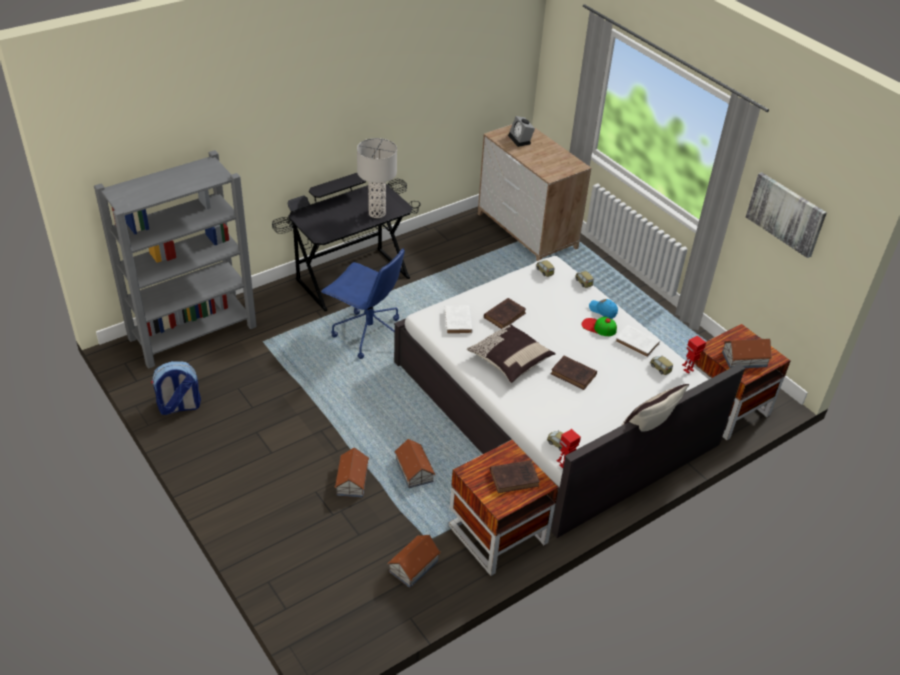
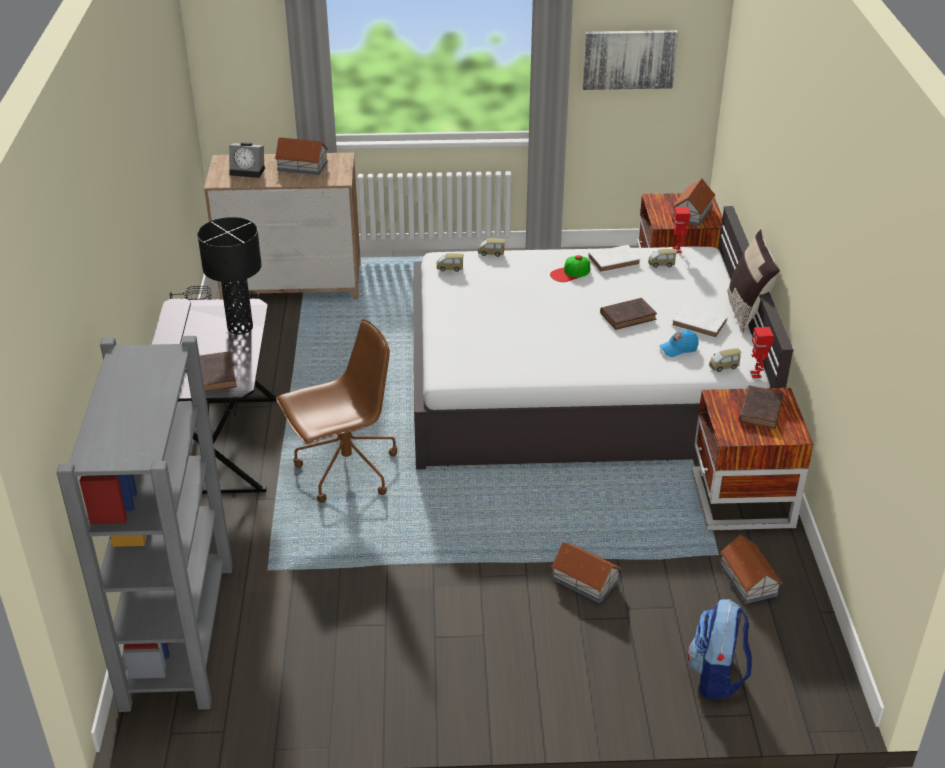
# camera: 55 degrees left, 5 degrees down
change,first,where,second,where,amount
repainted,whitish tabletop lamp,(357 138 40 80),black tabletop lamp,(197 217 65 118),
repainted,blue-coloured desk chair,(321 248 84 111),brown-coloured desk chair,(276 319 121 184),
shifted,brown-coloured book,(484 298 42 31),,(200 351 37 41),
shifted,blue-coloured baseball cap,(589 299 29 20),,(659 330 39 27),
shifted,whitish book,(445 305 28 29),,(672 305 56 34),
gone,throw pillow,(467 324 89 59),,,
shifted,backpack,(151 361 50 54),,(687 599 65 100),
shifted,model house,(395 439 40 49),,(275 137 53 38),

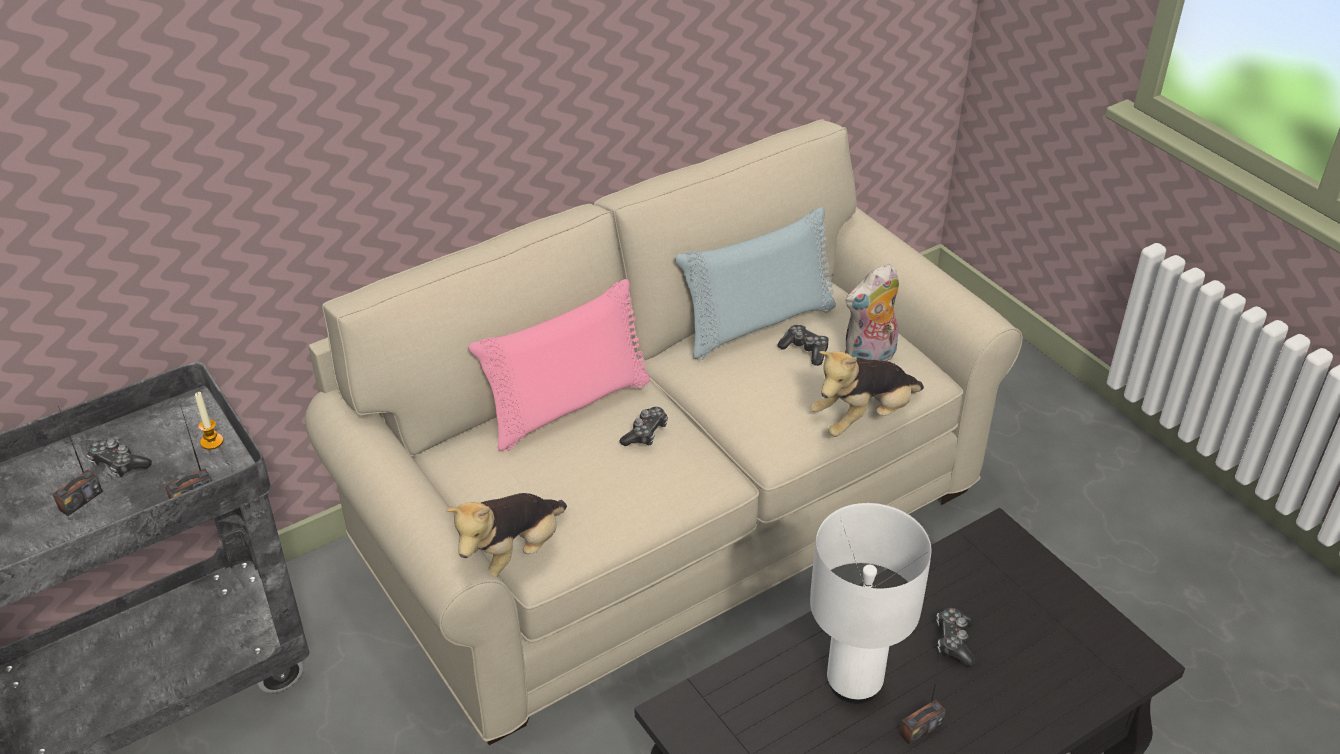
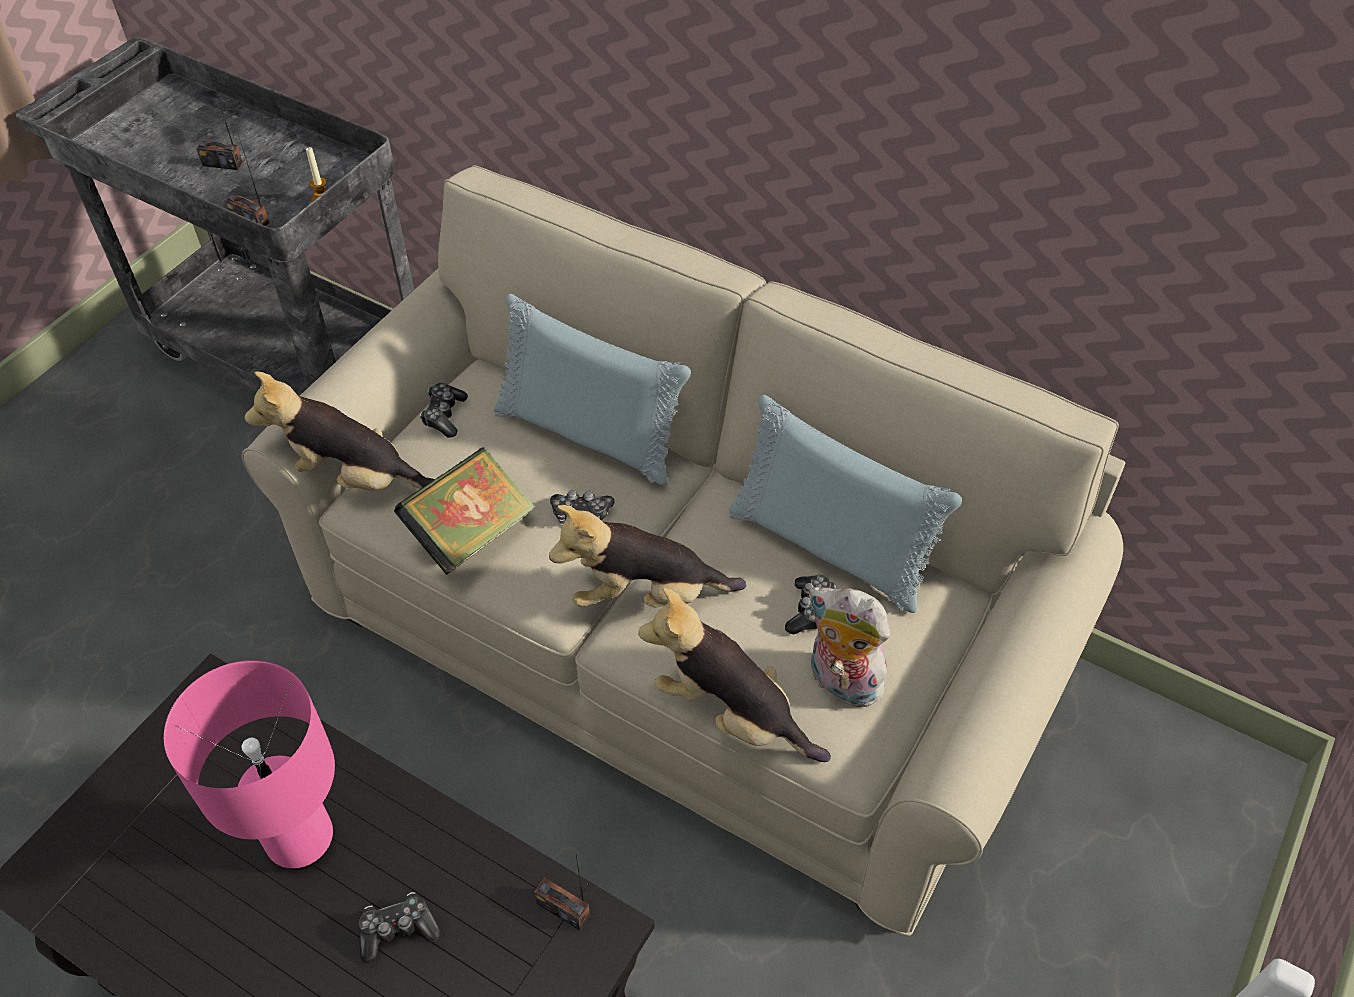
# camera: 65 degrees right, 10 degrees up
change,first,where,second,where,amount
repainted,pink-coloured throw pillow,(469 279 181 173),blue-coloured throw pillow,(493 294 198 191),
shifted,joypad,(87 439 65 39),,(420 383 48 55),
repainted,whitish tabletop lamp,(810 503 122 201),pink-coloured tabletop lamp,(164 660 171 210),
shifted,radio receiver,(899 642 47 103),,(534 856 56 74),
new,,,book,(394 447 141 128),
new,,,plush toy,(549 505 197 103),

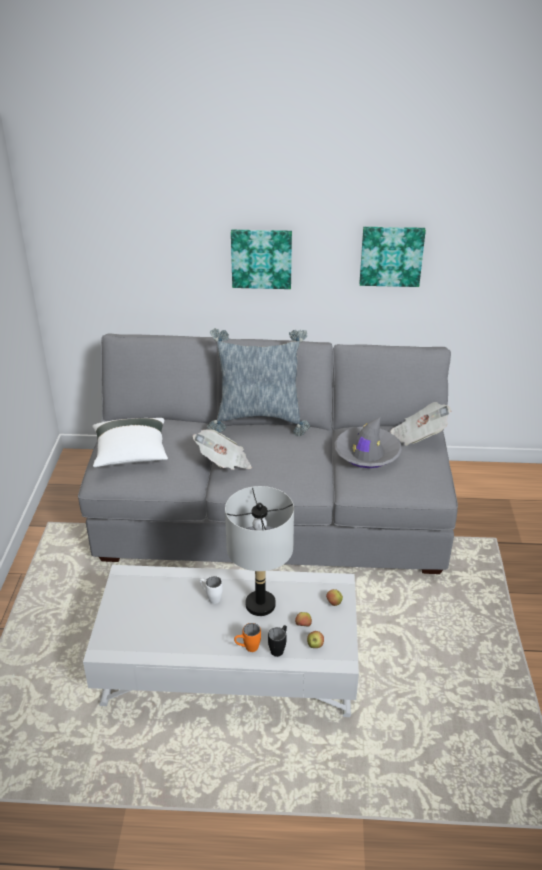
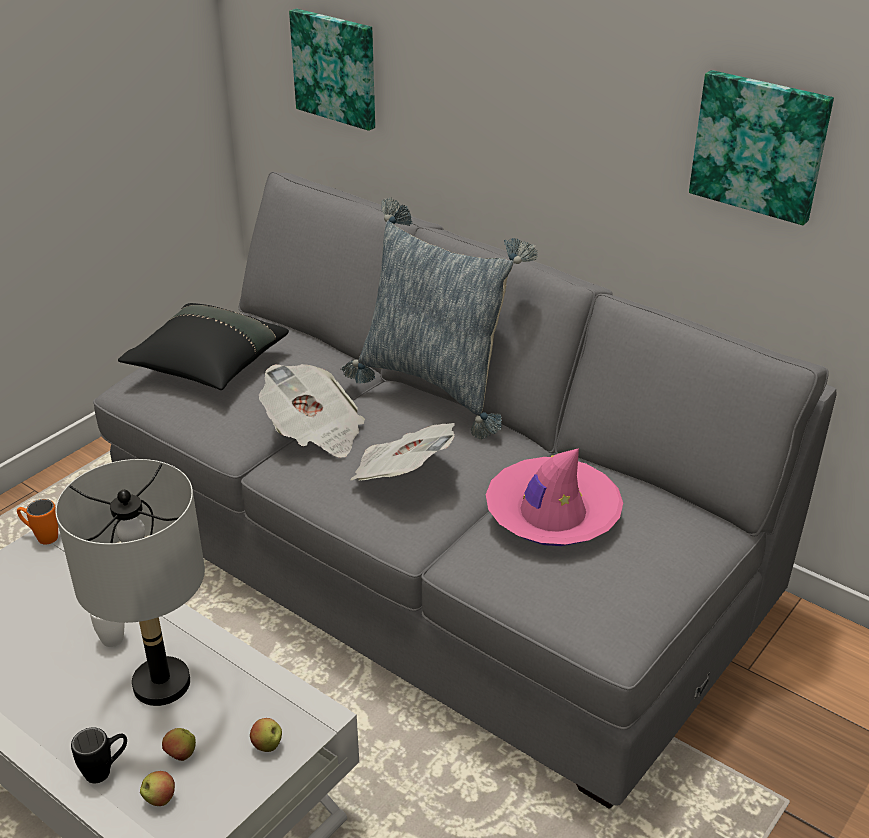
# camera: 35 degrees right, 0 degrees up
change,first,where,second,where,amount
shifted,wall art,(231 230 61 59),,(289 8 86 123),
shifted,daily paper,(390 402 61 44),,(351 423 104 58),
repainted,gray hat,(334 416 68 52),pink-coloured hat,(486 448 137 98),
repainted,whitish throw pillow,(92 418 76 49),black throw pillow,(118 303 171 87),
shifted,orange tea mug,(234 623 27 29),,(17 499 41 46),

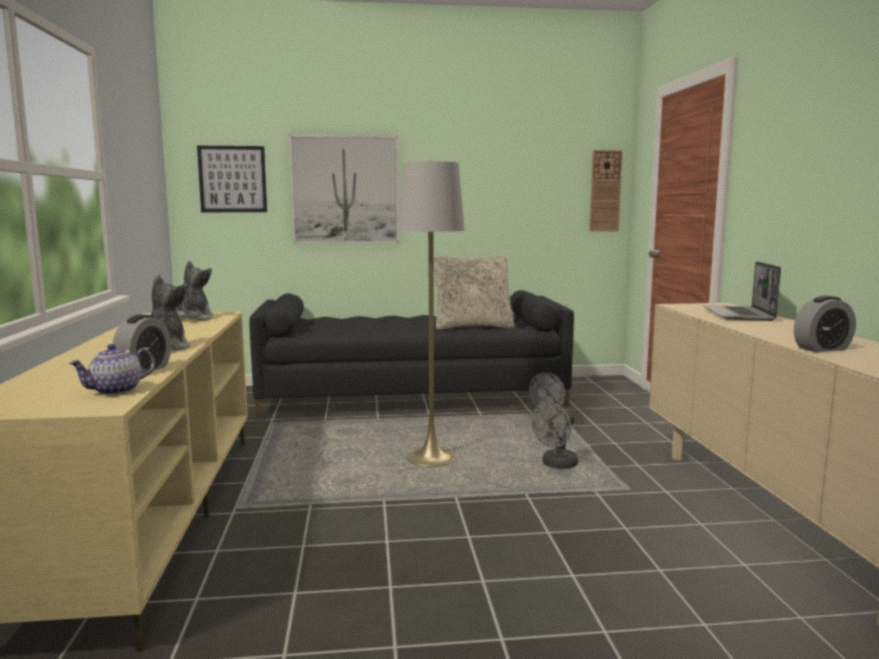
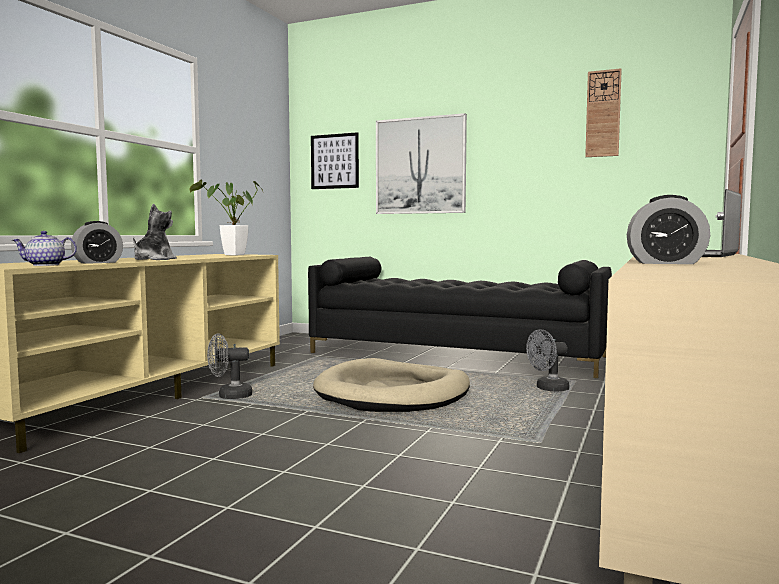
# camera: 30 degrees right, 5 degrees down
change,first,where,second,where,amount
shifted,hanging clock,(590 150 33 82),,(585 68 37 89),
swapped,gray standard lamp,(397 161 68 306),beige dog bed,(313 358 157 54),
gone,beige throw pillow,(434 256 81 73),,,
swapped,plush toy,(176 260 37 61),houseplant,(190 180 73 75),
shifted,gray electric fan,(531 402 47 67),,(207 333 45 66),

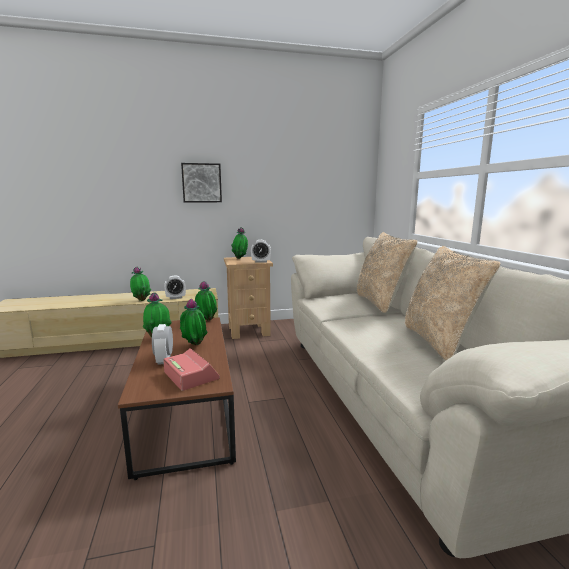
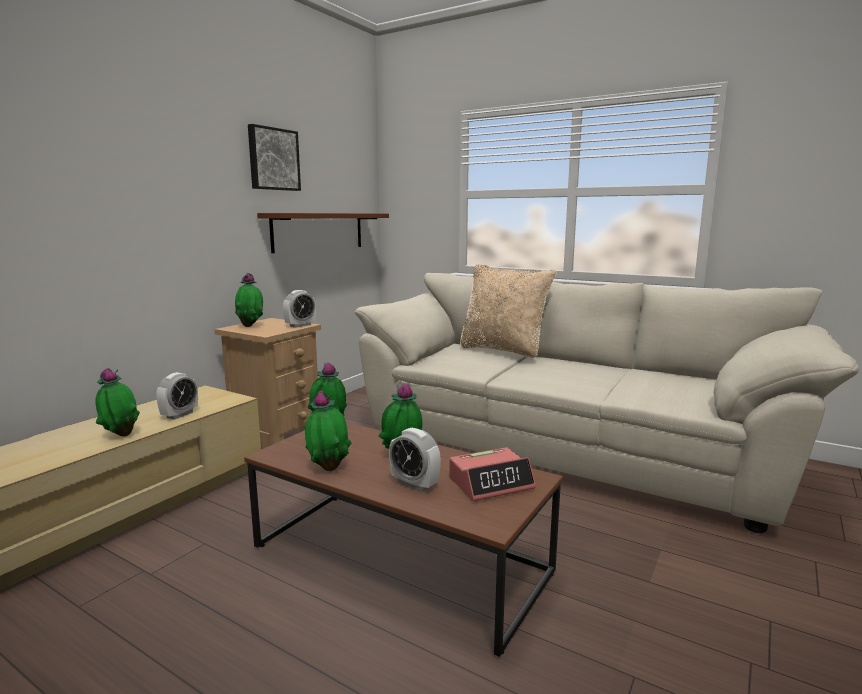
# camera: 45 degrees left, 0 degrees up
change,first,where,second,where,amount
shifted,wall art,(181 163 41 39),,(248 124 53 67),
gone,beige throw pillow,(405 246 96 115),,,
rotated,table clock,(163 348 57 43),,(449 447 87 54),150 degrees clockwise
new,,,brown-coloured bracket shelf,(257 213 132 40),

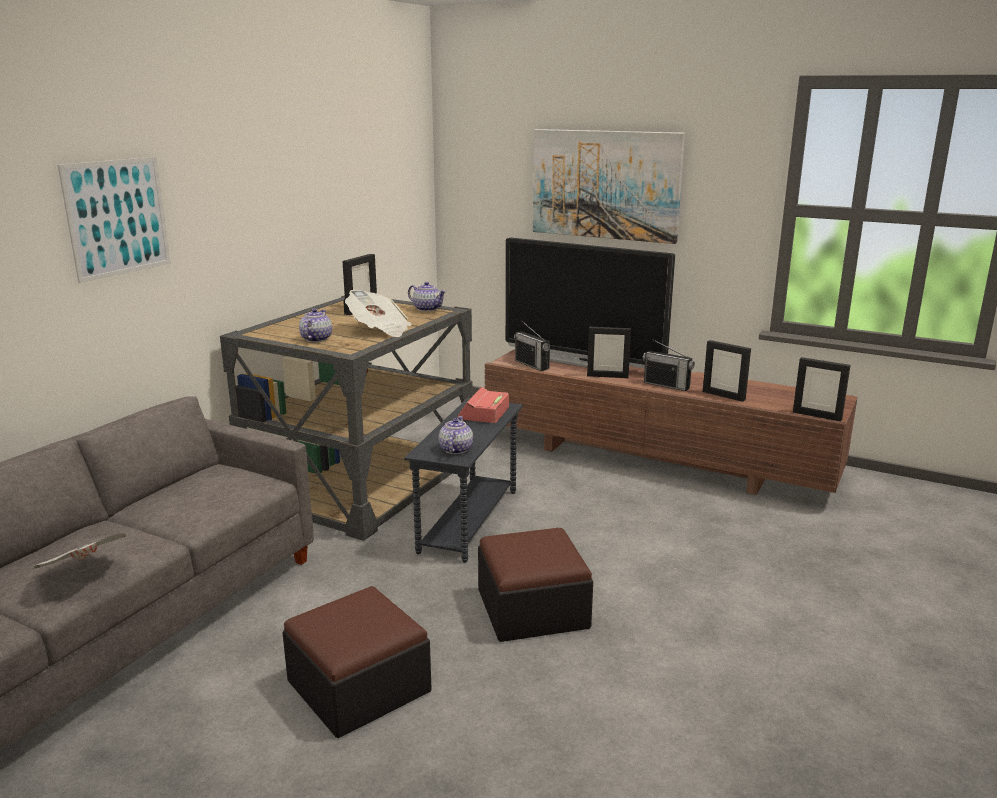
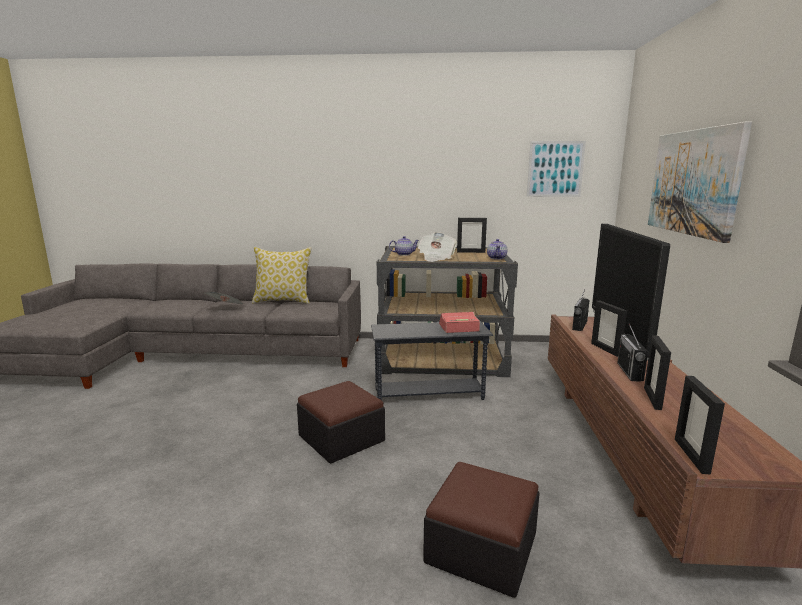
# camera: 65 degrees right, 5 degrees down
change,first,where,second,where,amount
shifted,wall art,(58 157 113 126),,(527 141 59 56),
gone,teapot,(439 416 34 38),,,
shifted,pouffe,(282 586 150 152),,(423 462 117 136),
new,,,throw pillow,(252 247 59 57),

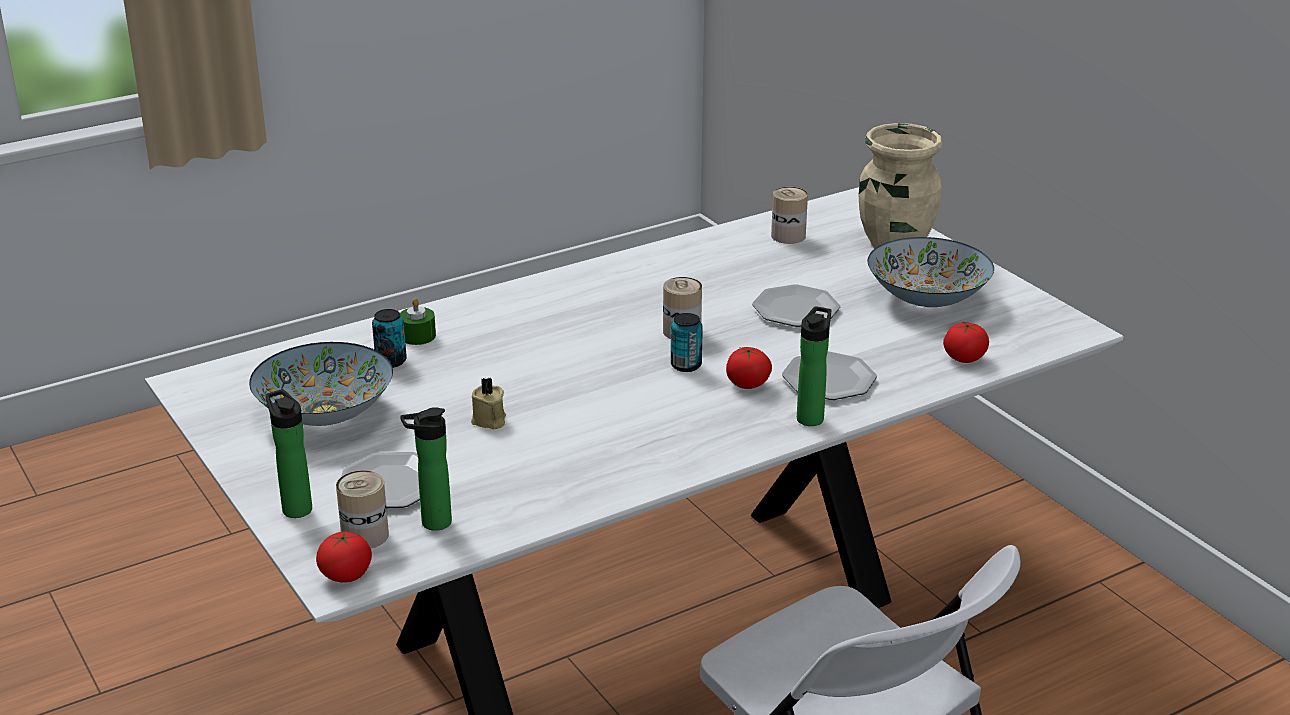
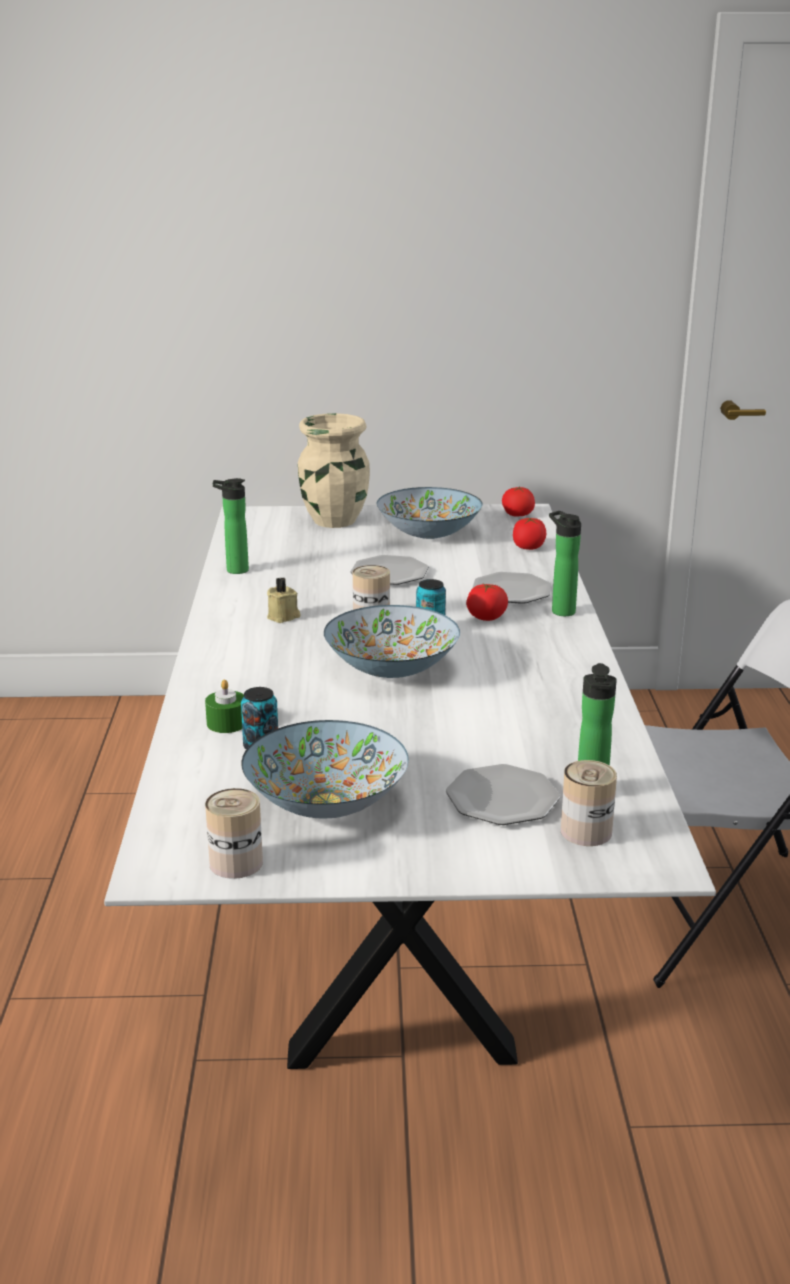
# camera: 60 degrees left, 5 degrees down
change,first,where,second,where,amount
shifted,sealed can,(771 187 37 57),,(205 788 58 91),
shifted,beige candle,(471 378 35 51),,(267 578 33 45),
shifted,bottle,(266 389 46 129),,(213 478 36 96),
shifted,tomato,(316 530 56 53),,(502 486 33 31),
new,,,deep dish,(324 605 136 73),

